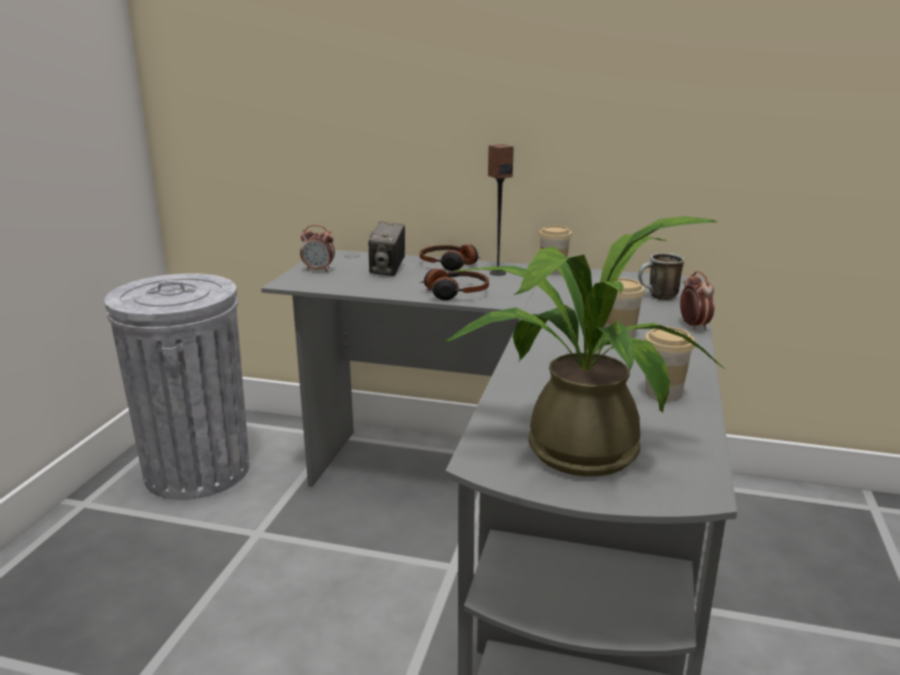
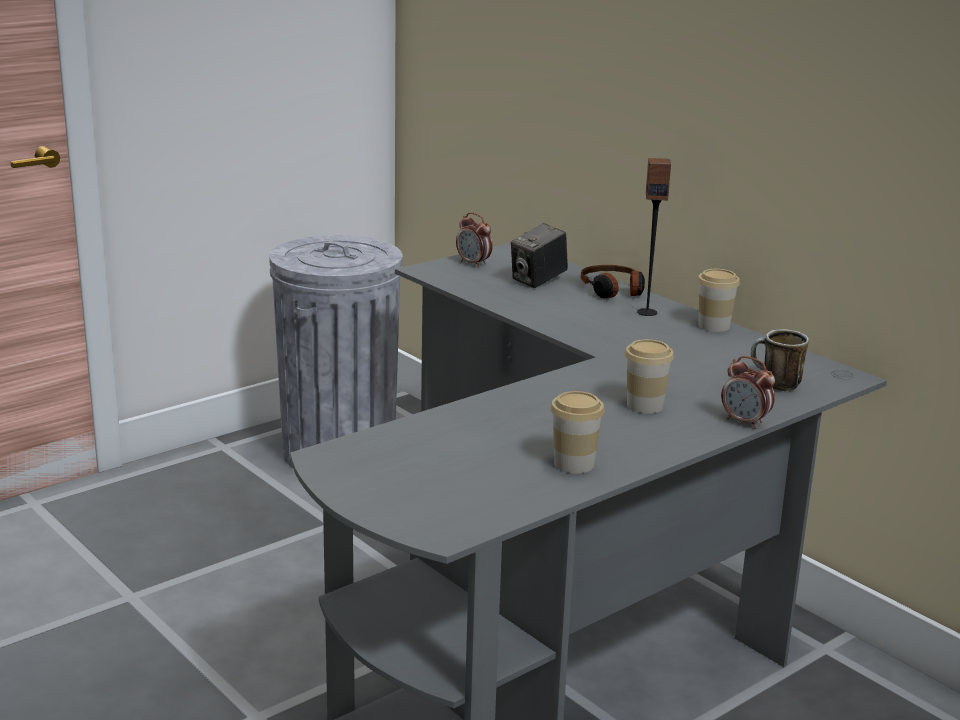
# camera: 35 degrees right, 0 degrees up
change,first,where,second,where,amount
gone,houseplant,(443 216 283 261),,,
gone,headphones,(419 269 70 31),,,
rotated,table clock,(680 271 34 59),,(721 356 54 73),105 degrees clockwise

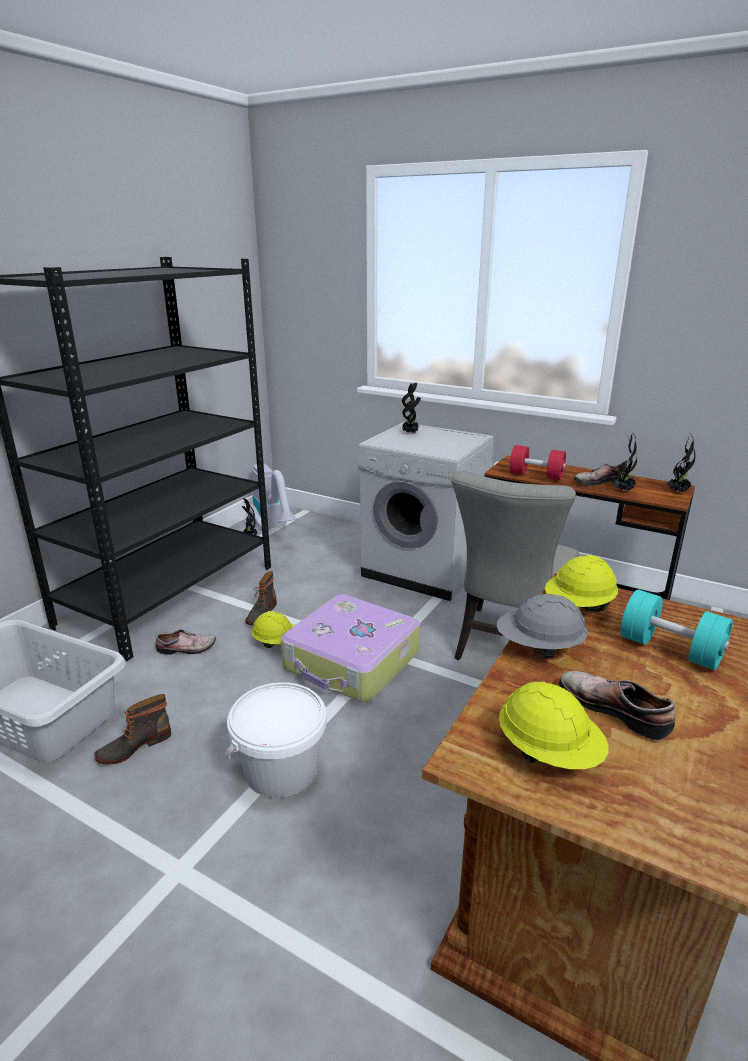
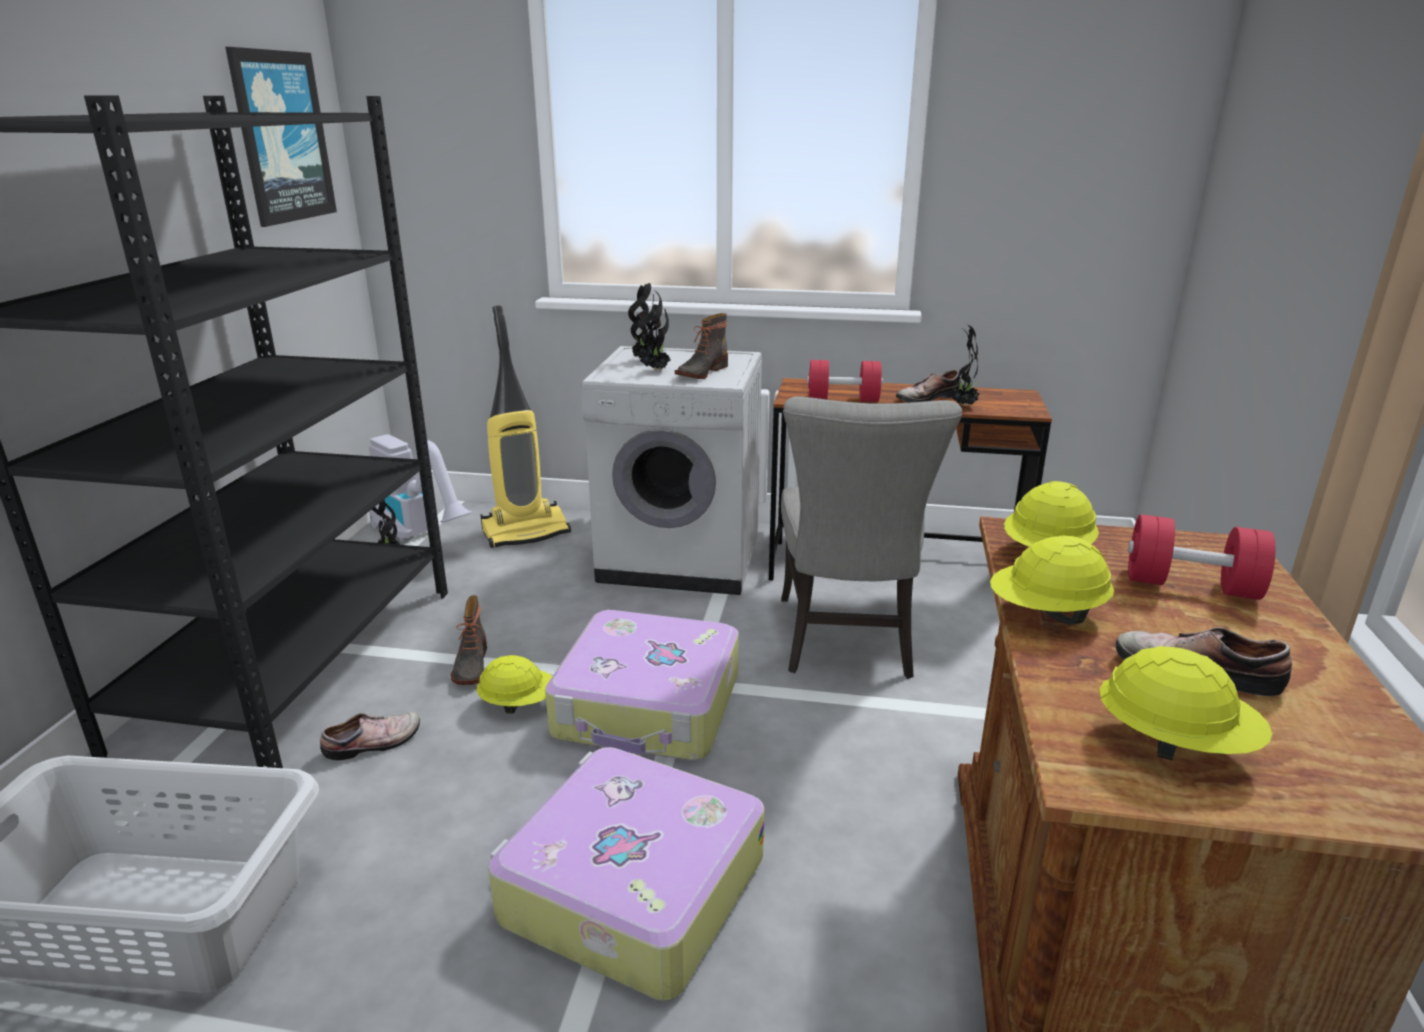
# camera: 20 degrees left, 0 degrees up
change,first,where,second,where,amount
shifted,houseplant,(667 436 28 57),,(640 291 31 79),
repainted,turquoise-coloured dumbbell,(620 589 113 81),red-coloured dumbbell,(1128 514 148 86),
repainted,gray work helmet,(497 594 91 65),yellow-coloured work helmet,(990 536 124 89),
swapped,whitish water bucket,(225 682 102 116),travel case,(488 747 276 254),
shifted,boot,(94 694 77 71),,(675 313 53 66),
new,,,wall art,(225 47 112 180),
new,,,vacuum,(480 305 91 243),

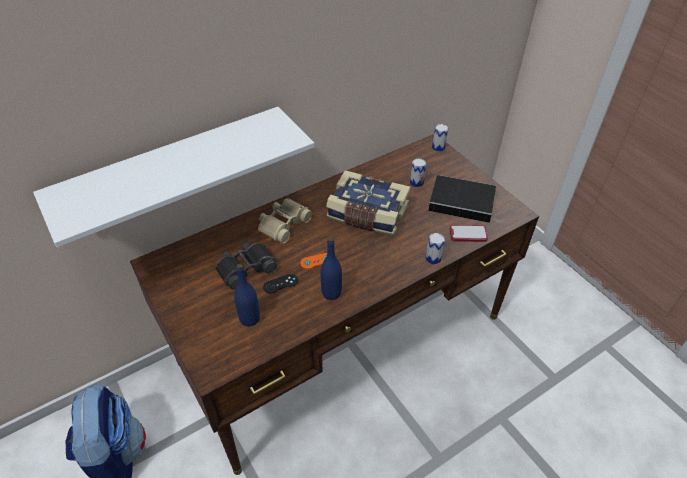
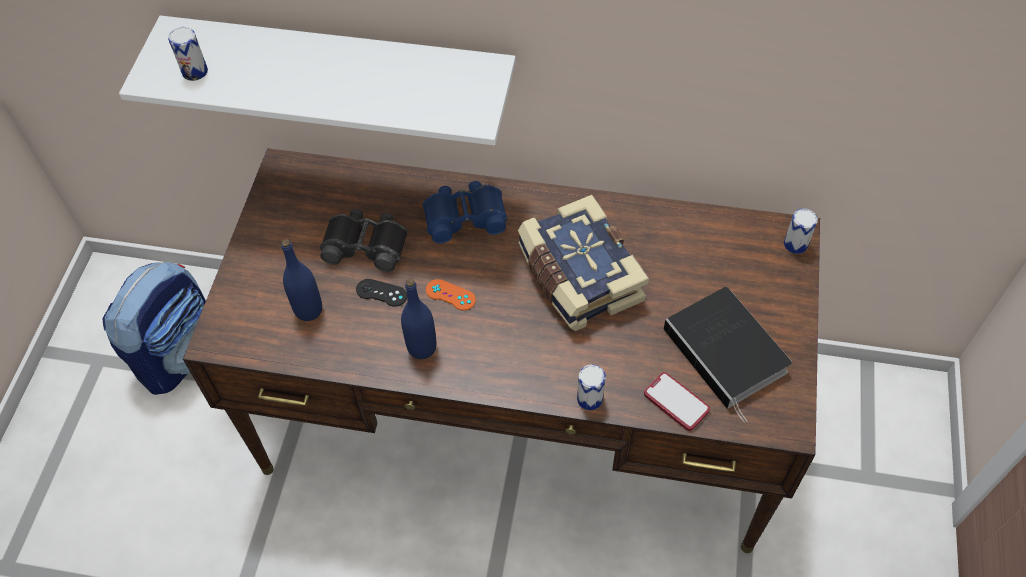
# camera: 45 degrees right, 10 degrees up
change,first,where,second,where,amount
shifted,sealed can,(410 158 16 29),,(168 27 40 54),
repainted,beige binoculars,(258 198 54 45),blue-coloured binoculars,(423 181 85 63),

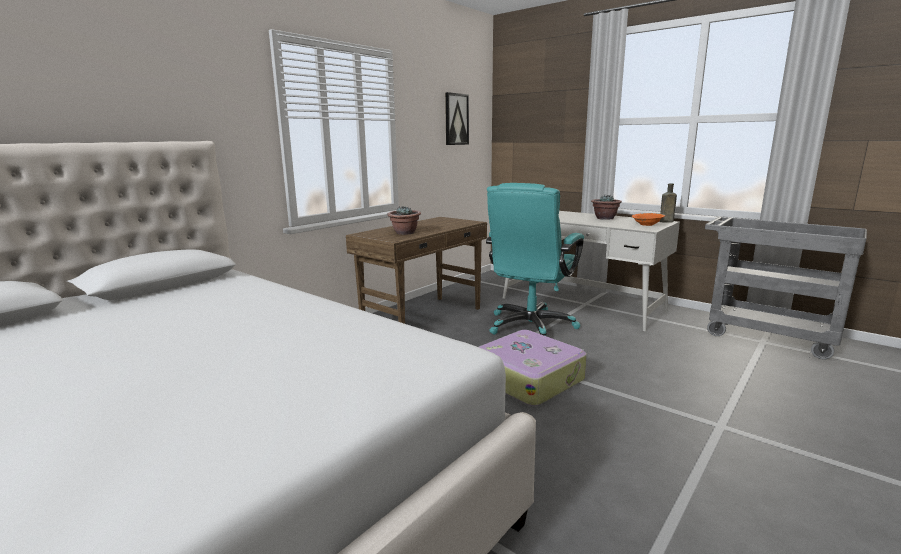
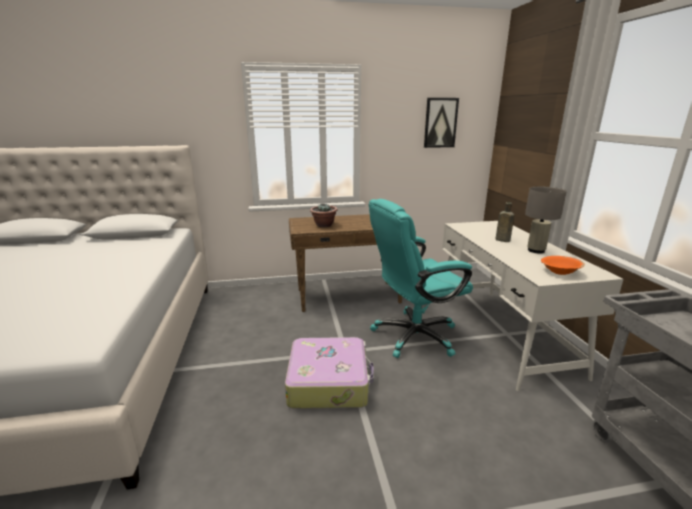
# camera: 40 degrees right, 5 degrees up
change,first,where,second,where,amount
shifted,brown-coloured bottle,(659 183 18 39),,(496 202 19 40),
swapped,houseplant,(591 195 31 25),gray tabletop lamp,(525 187 42 67),

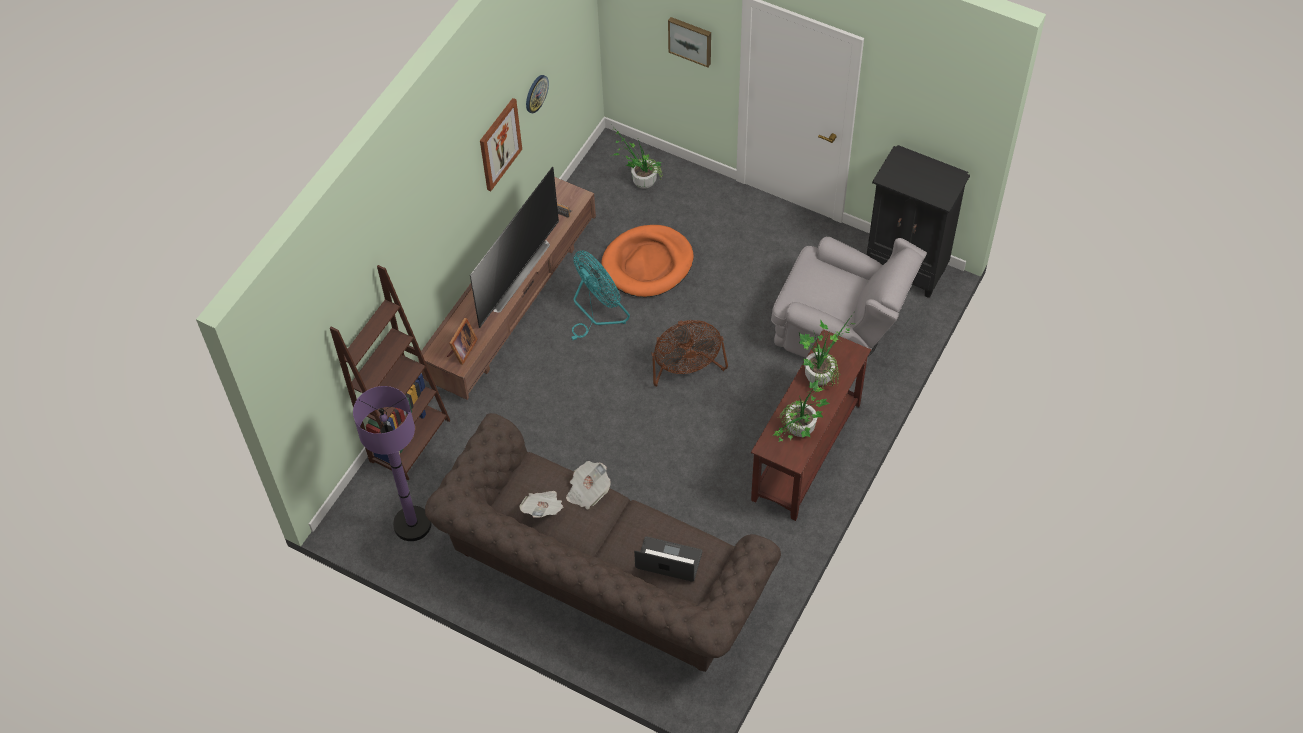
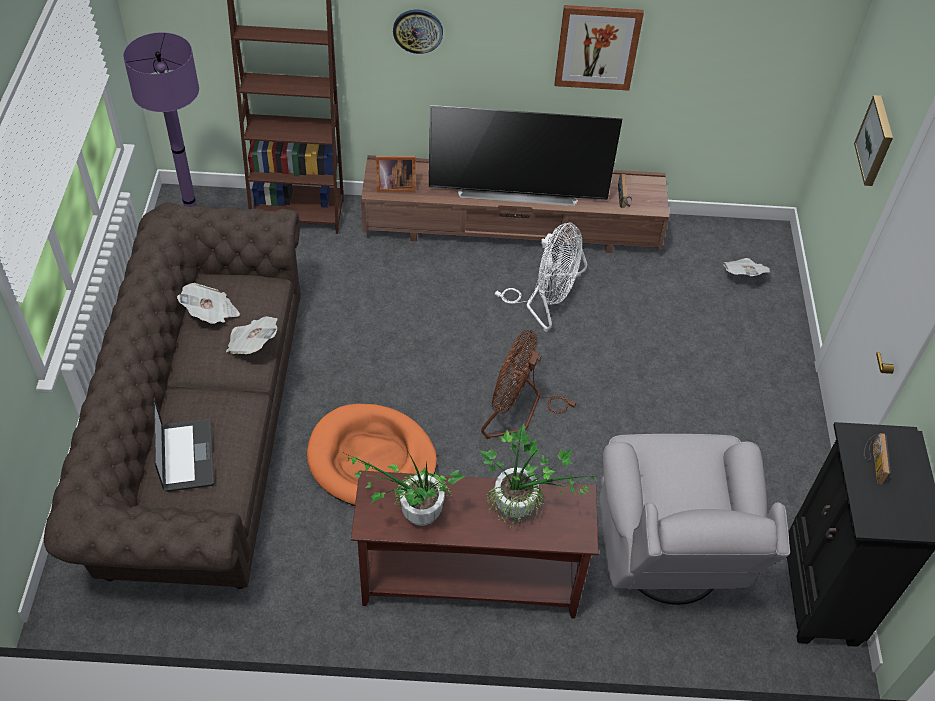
# camera: 60 degrees right, 5 degrees down
change,first,where,second,where,amount
shifted,hanging clock,(526 75 23 38),,(393 9 50 45),
swapped,houseplant,(612 125 51 64),daily paper,(723 258 47 18),
shifted,orange dog bed,(601 225 93 72),,(307 404 130 102),
repainted,turquoise-coloured electric fan,(570 251 60 89),whitish electric fan,(494 223 93 109),
rotated,brown-coloured electric fan,(651 320 77 66),,(481 329 96 110),60 degrees clockwise
new,,,radio receiver,(863 433 28 52),

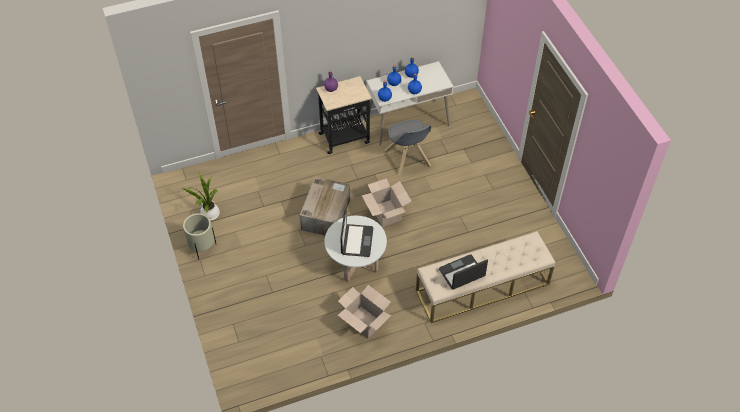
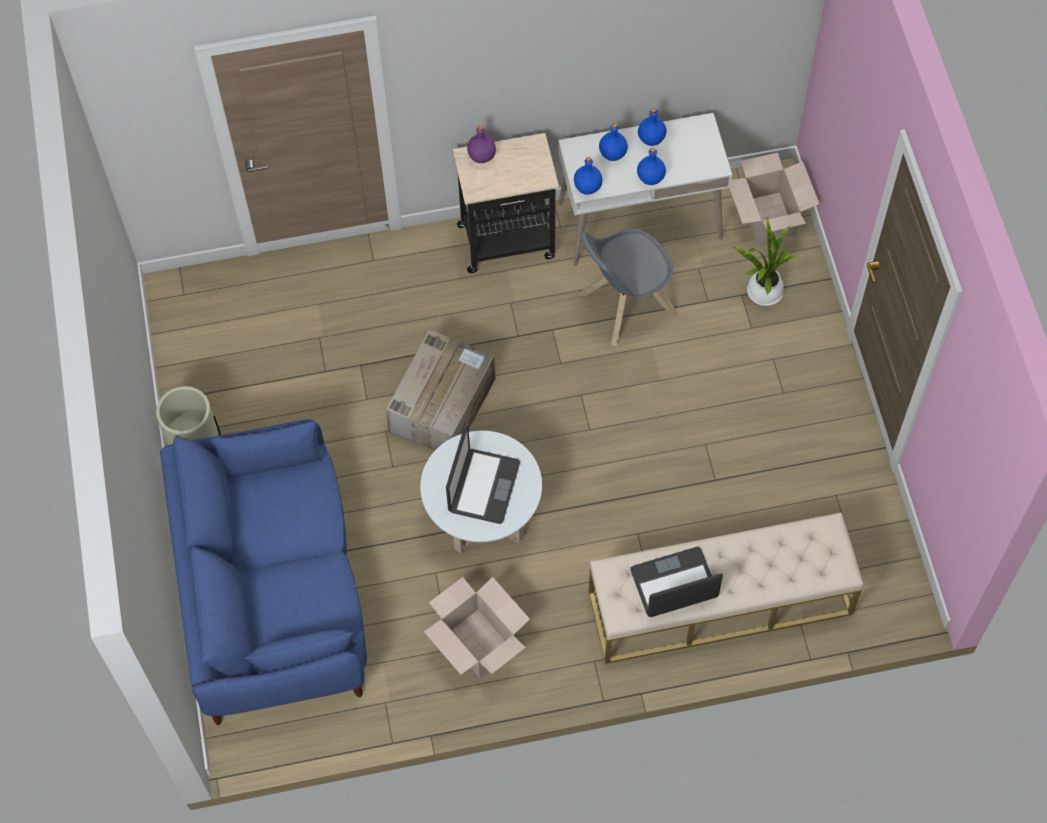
# camera: 10 degrees right, 10 degrees up
change,first,where,second,where,amount
rotated,gray chair,(385 119 46 58),,(579 229 99 117),75 degrees clockwise
shifted,houseplant,(181 172 39 48),,(731 218 67 88),
shifted,packing box,(361 179 51 48),,(729 153 90 91),
new,,,blue-coloured couch,(160 419 207 306),

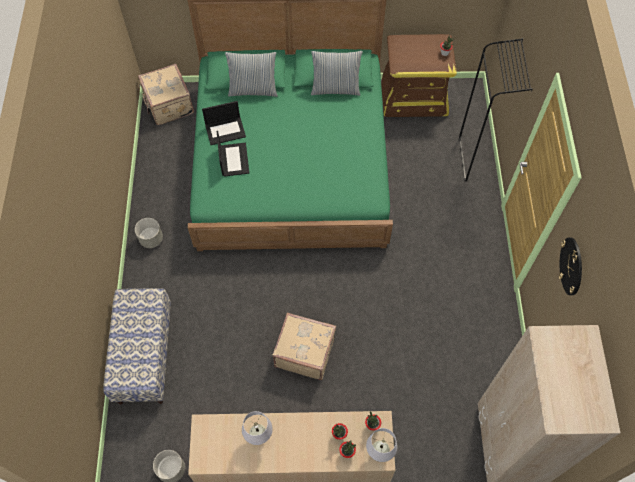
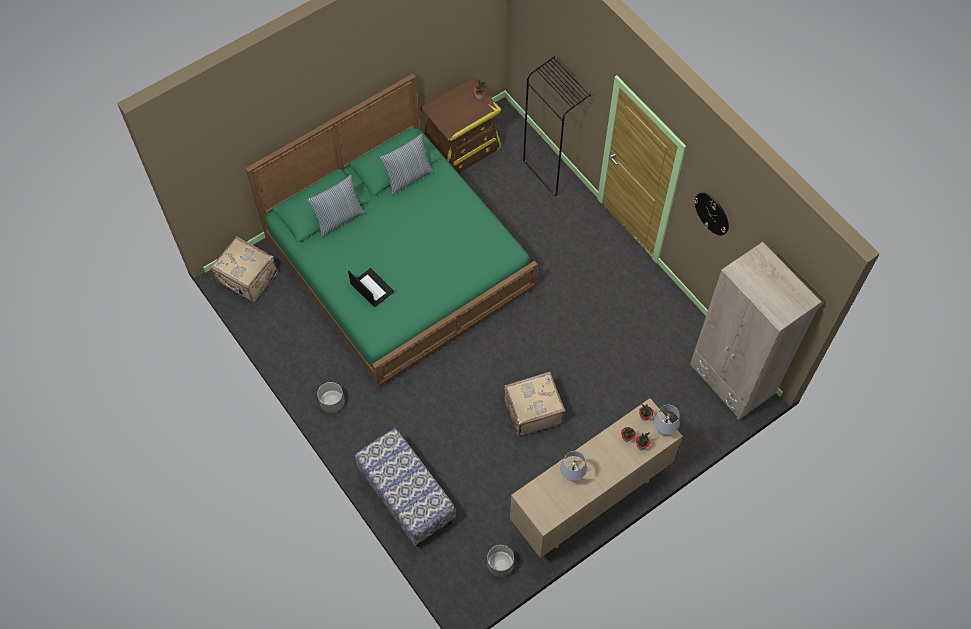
# camera: 35 degrees left, 0 degrees up
change,first,where,second,where,amount
gone,laptop,(202 101 44 44),,,

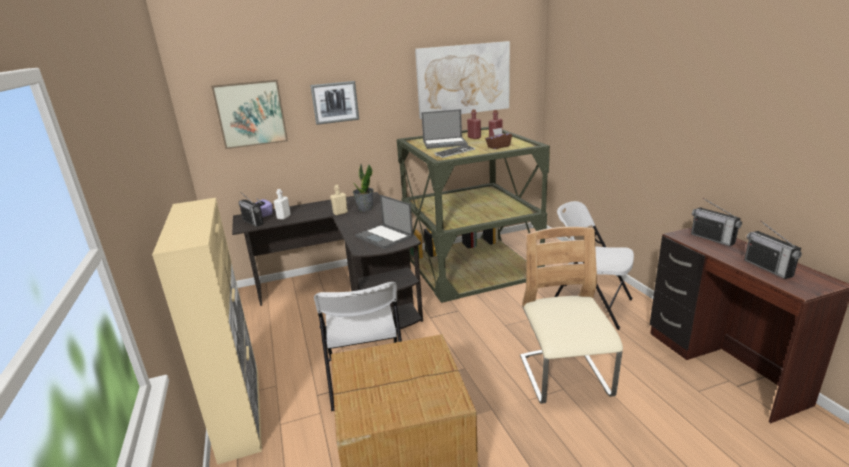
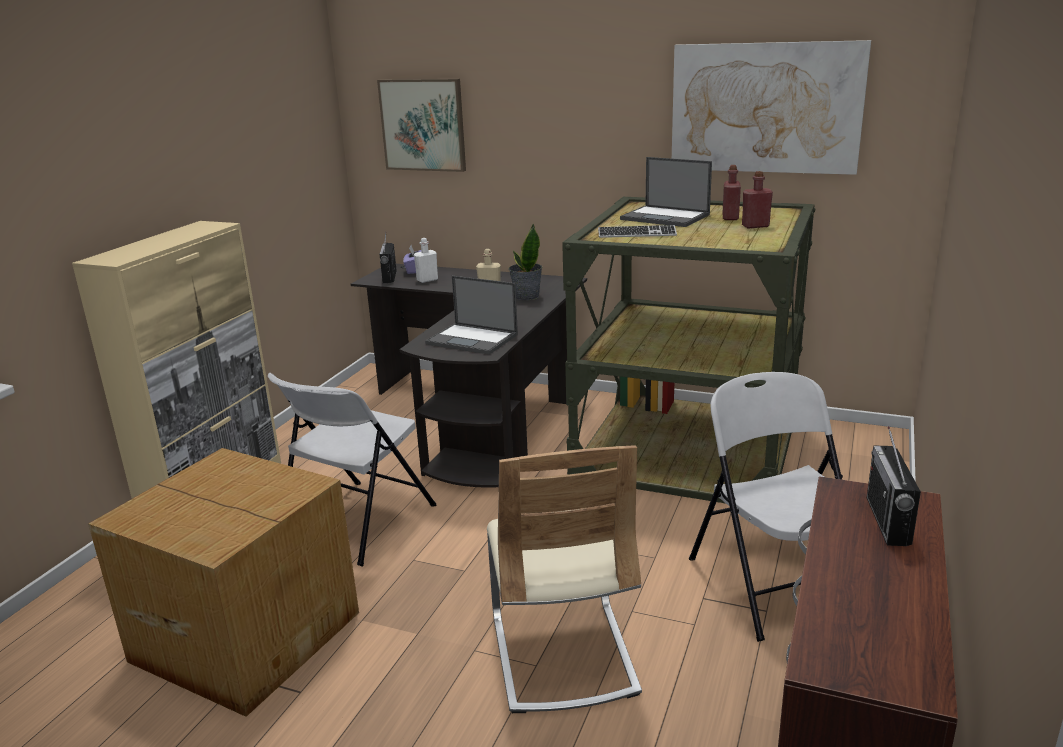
# camera: 40 degrees right, 0 degrees up
change,first,where,second,where,amount
gone,wall art,(310 81 49 44),,,
gone,brown-coloured tissue holder,(485 128 27 21),,,
rotated,laptop,(355 195 58 54),,(425 276 93 79),60 degrees counterclockwise
gone,radio receiver,(744 221 58 58),,,
rotated,beige chair,(520 227 103 177),,(487 445 155 268),135 degrees clockwise

